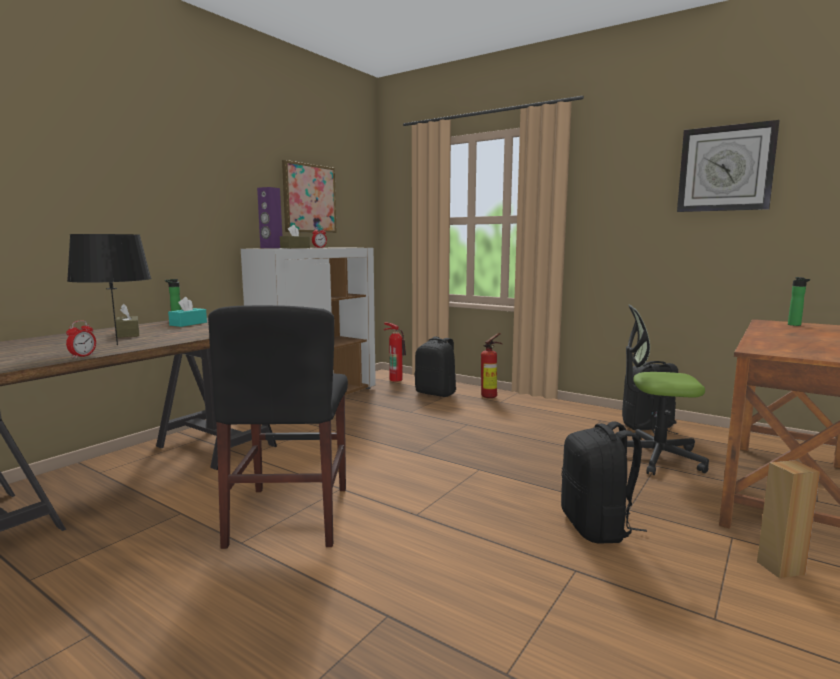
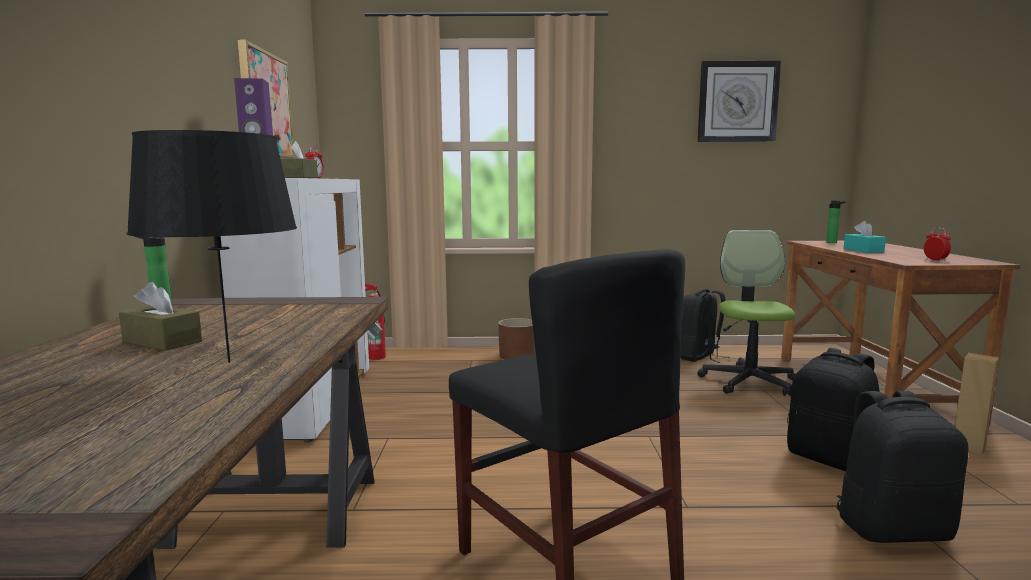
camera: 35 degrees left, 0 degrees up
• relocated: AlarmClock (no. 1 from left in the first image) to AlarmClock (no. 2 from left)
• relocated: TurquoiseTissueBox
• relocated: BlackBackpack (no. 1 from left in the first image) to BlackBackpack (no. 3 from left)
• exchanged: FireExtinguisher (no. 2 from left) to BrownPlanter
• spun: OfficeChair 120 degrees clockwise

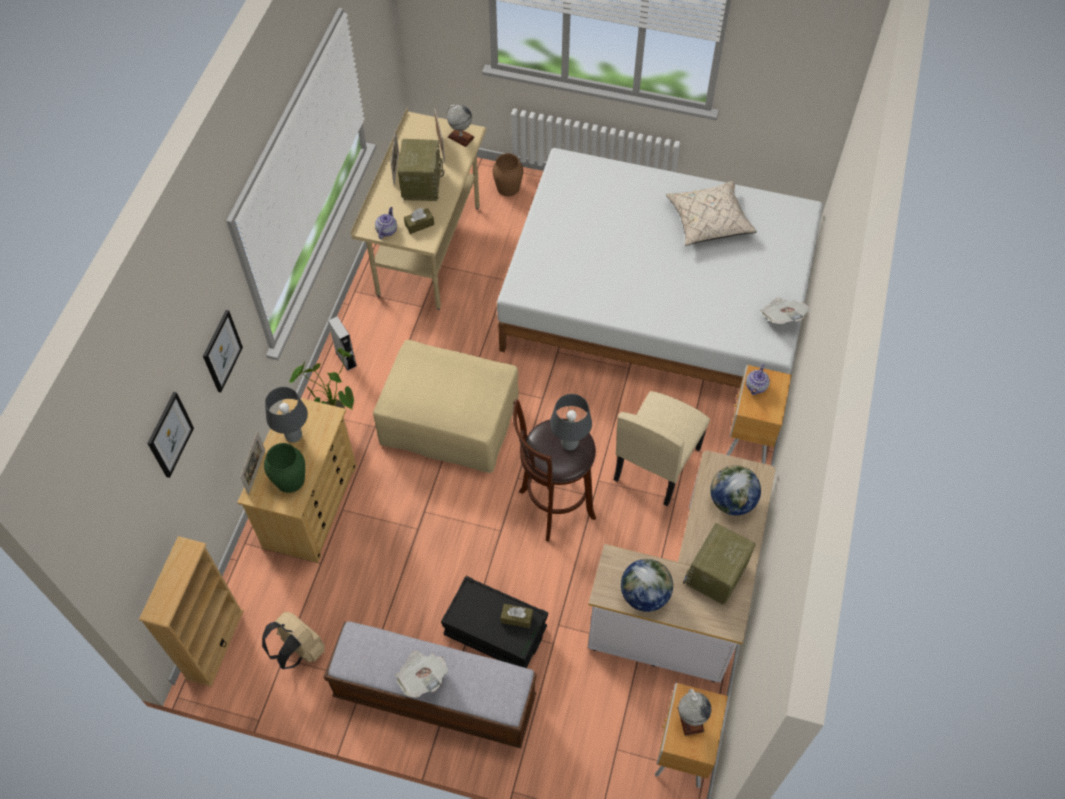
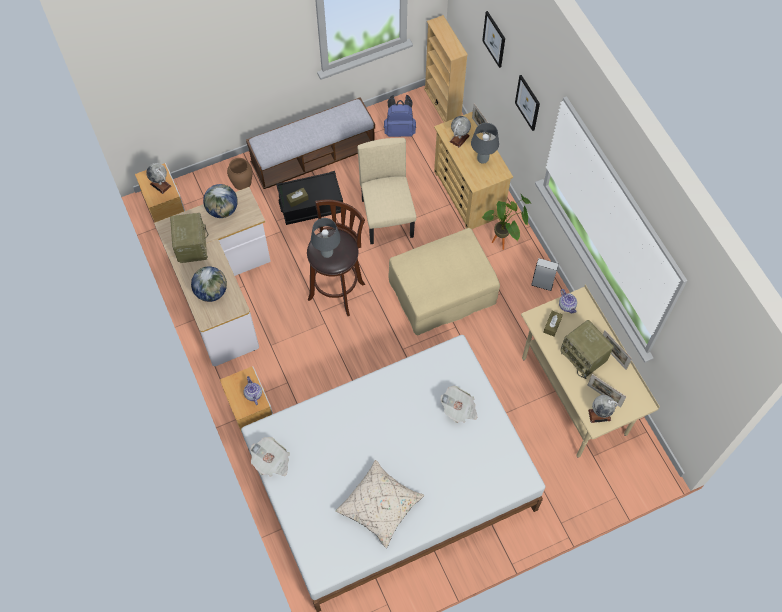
camera: 140 degrees right, 5 degrees up
• relocated: Newspaper (no. 1 from left in the first image) to Newspaper (no. 2 from left)
• relocated: BrownVase
• relocated: BeigeChair
• exchanged: GreenVase to Globe (no. 4 from left)
• colour: BeigeBackpack to BlueBackpack

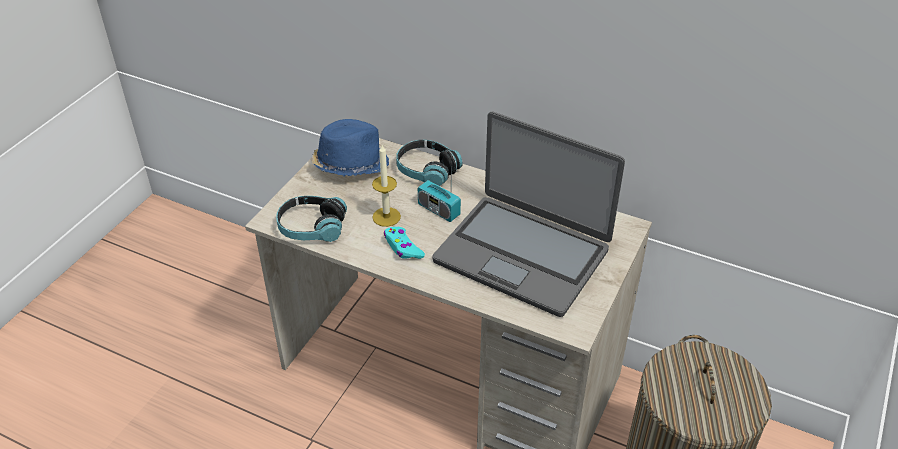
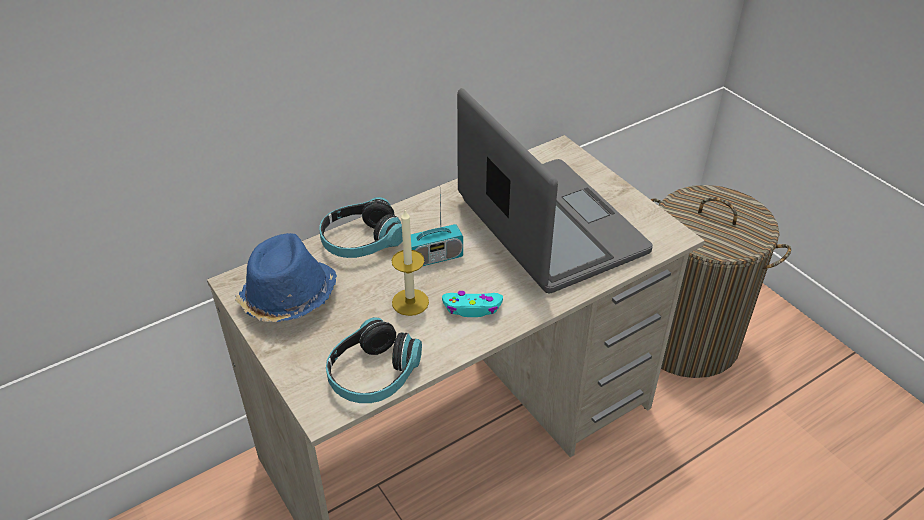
camera: 60 degrees left, 0 degrees up
• spun: Laptop 90 degrees counterclockwise

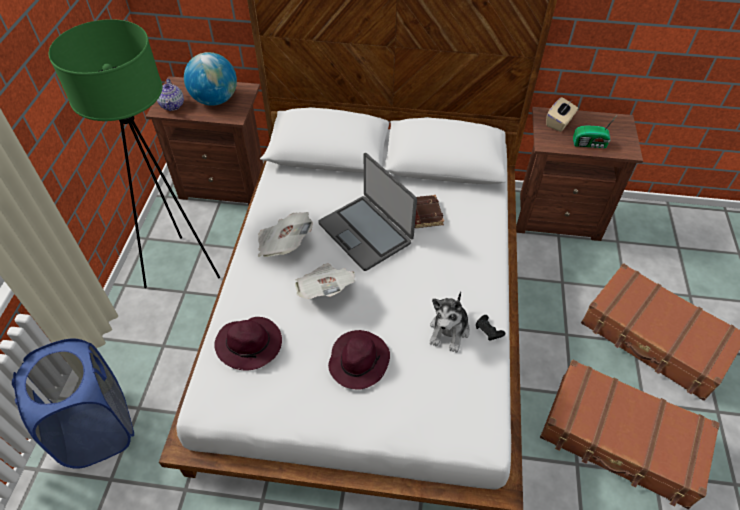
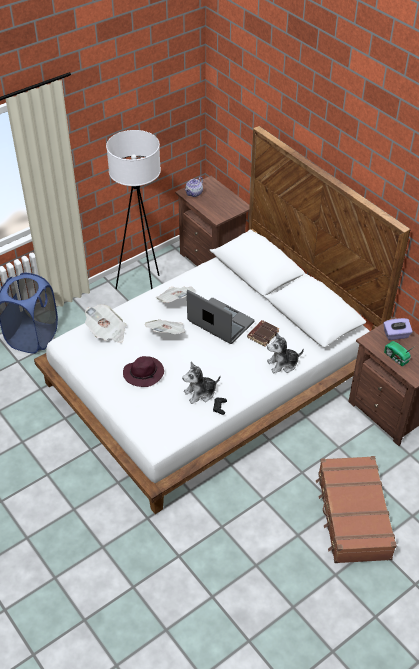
camera: 45 degrees right, 5 degrees down
• missing: Globe
• missing: BrownSuitcase (no. 1 from left)
• appeared: PlushToy (no. 2 from left)
• exchanged: PurpleHat (no. 1 from left) to Newspaper (no. 1 from left)
• colour: GreenFloorLamp to WhiteFloorLamp
• colour: BeigeTissueBox to PurpleTissueBox
• spun: Laptop 120 degrees clockwise

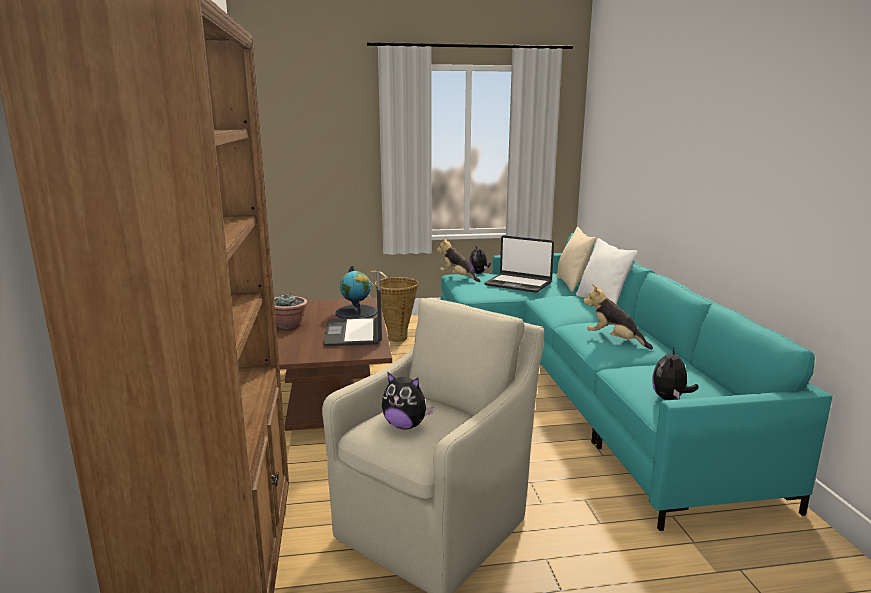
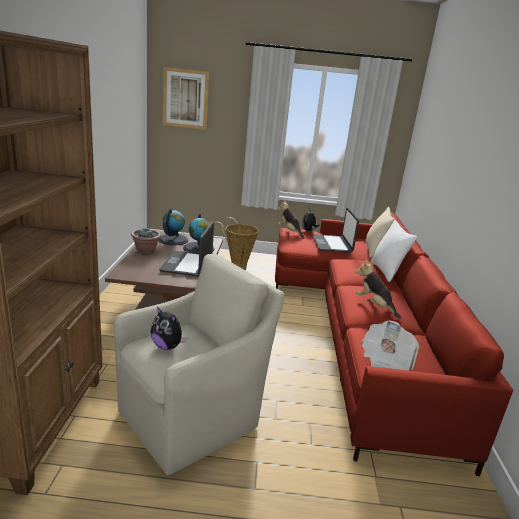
camera: 10 degrees right, 5 degrees up
• appeared: Globe (no. 1 from left)
• appeared: Picture
• exchanged: PlushToy (no. 5 from left) to Newspaper
• colour: TurquoiseSofa to RedSofa
• spun: Laptop (no. 2 from left) 45 degrees clockwise

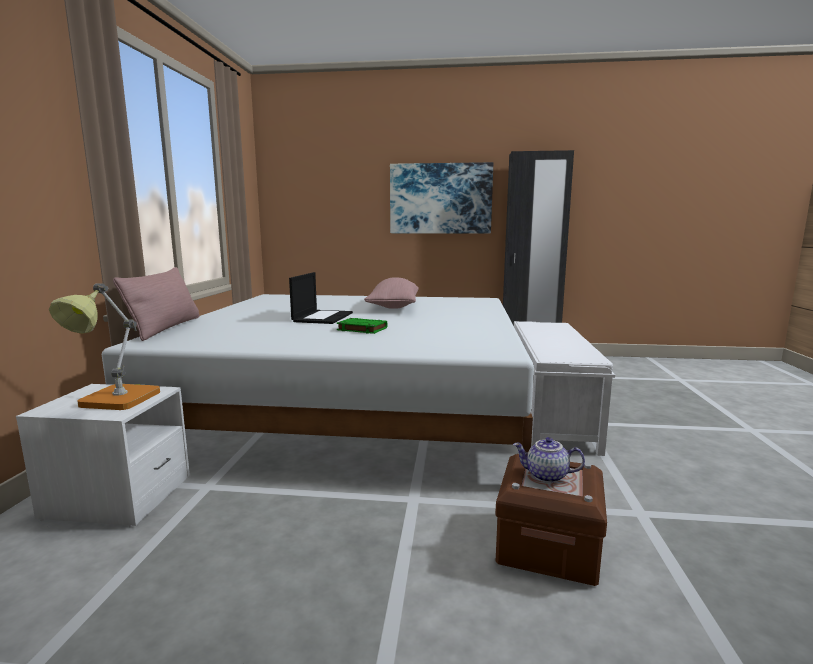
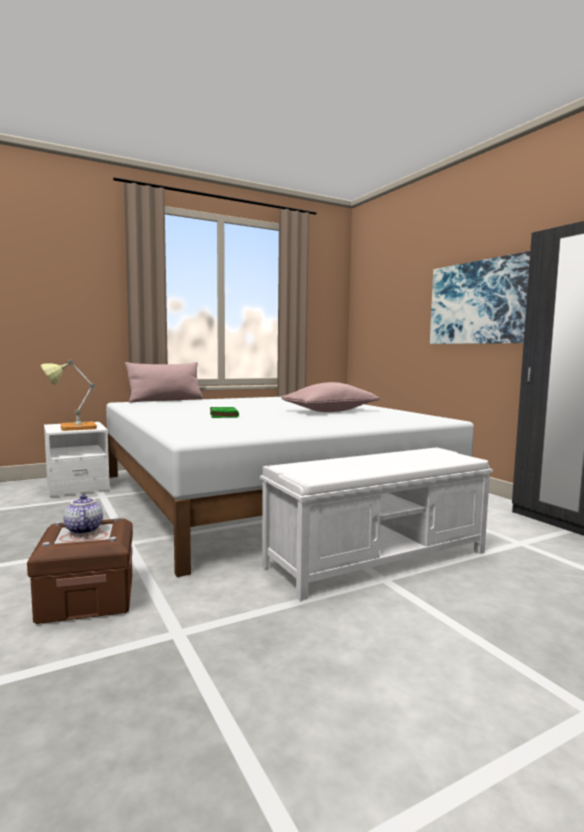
camera: 55 degrees right, 5 degrees down
• missing: Laptop

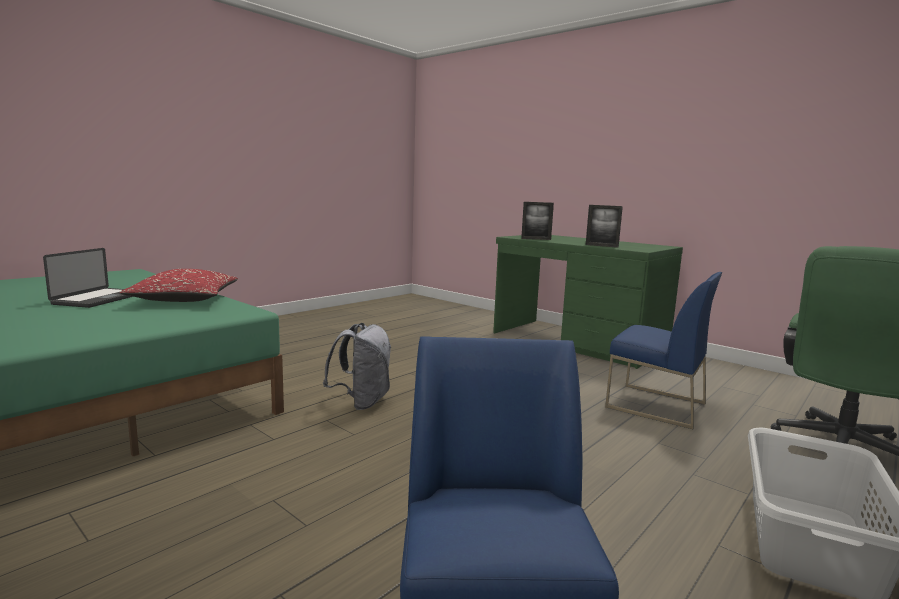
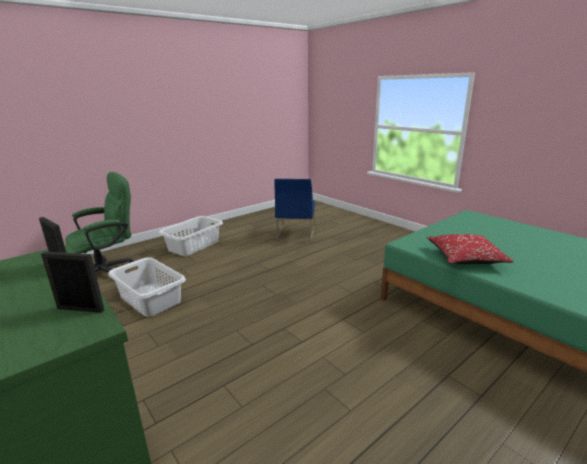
camera: 170 degrees left, 10 degrees up
• missing: Laptop
• missing: GreyBackpack
• exchanged: BlueChair (no. 2 from left) to GreyLaundryBasket (no. 1 from left)

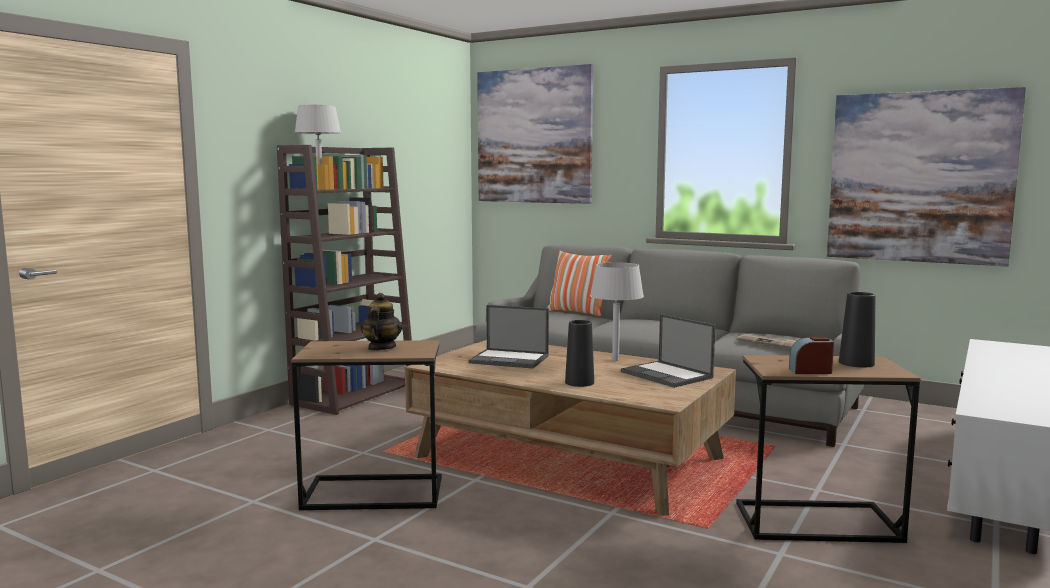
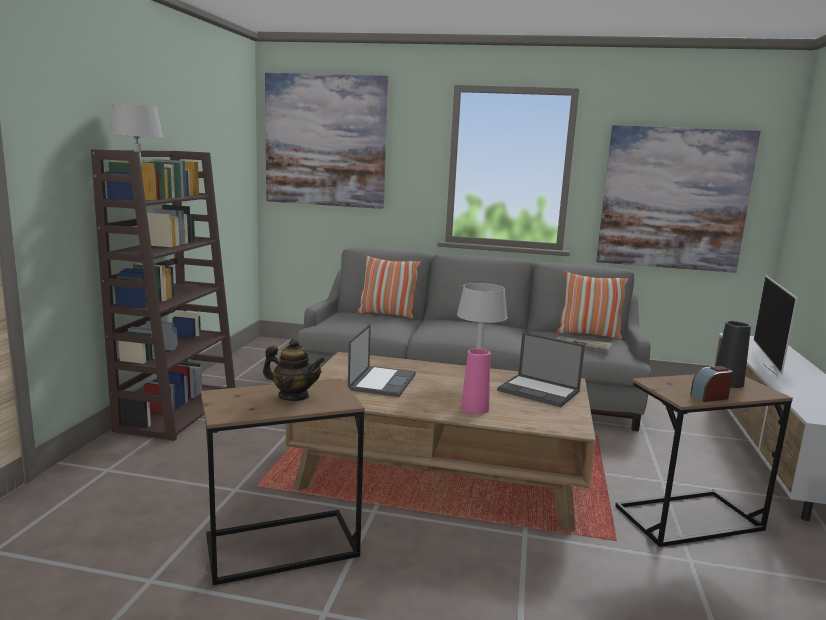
camera: 20 degrees left, 5 degrees up
• appeared: Pillow (no. 2 from left)
• appeared: Television
• colour: BlackVase (no. 1 from left) to PinkVase
• spun: Teapot 120 degrees clockwise
• spun: Laptop (no. 1 from left) 75 degrees counterclockwise

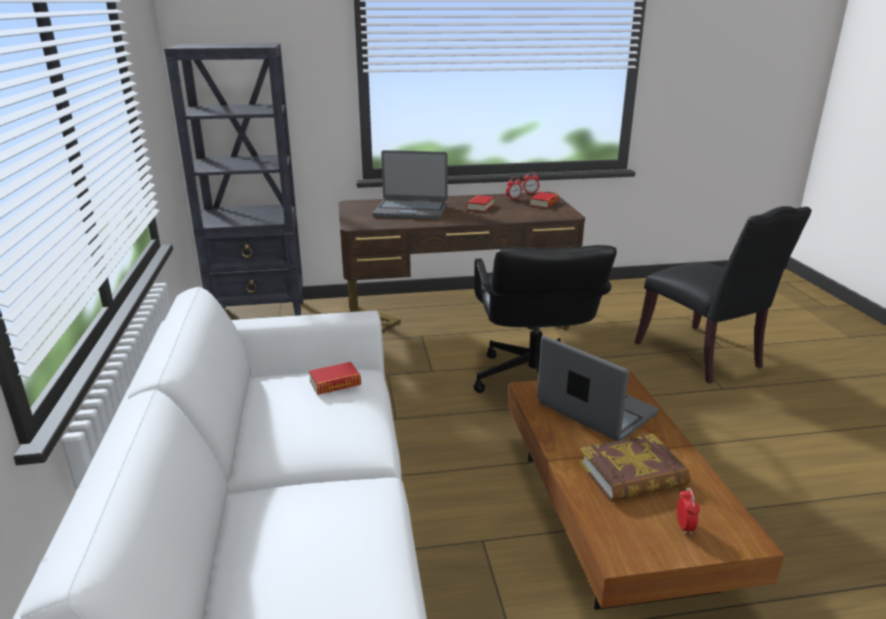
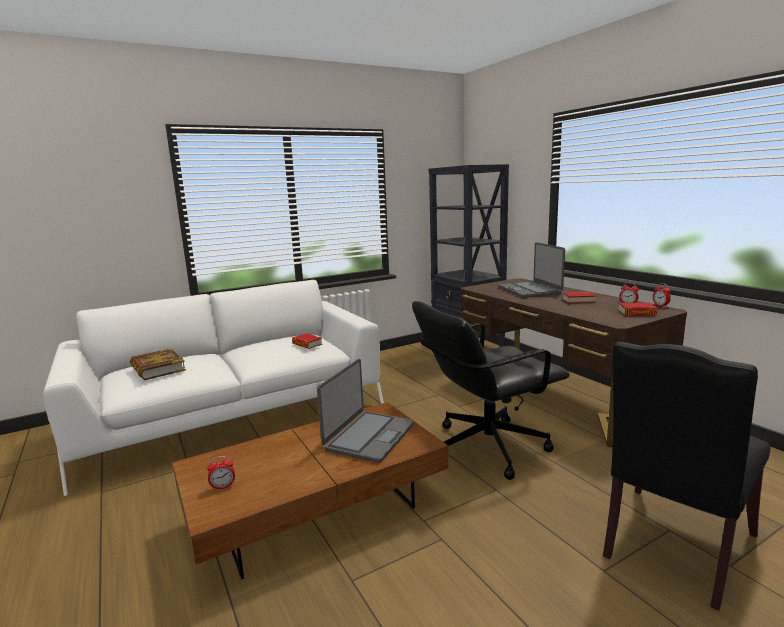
camera: 70 degrees right, 10 degrees down
• relocated: Book (no. 4 from left in the first image) to Book (no. 1 from left)

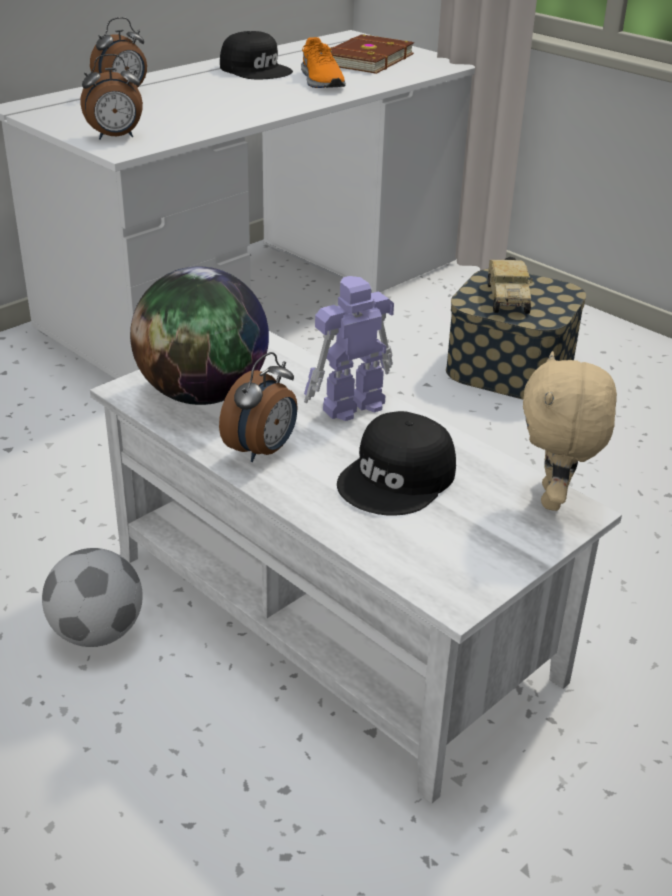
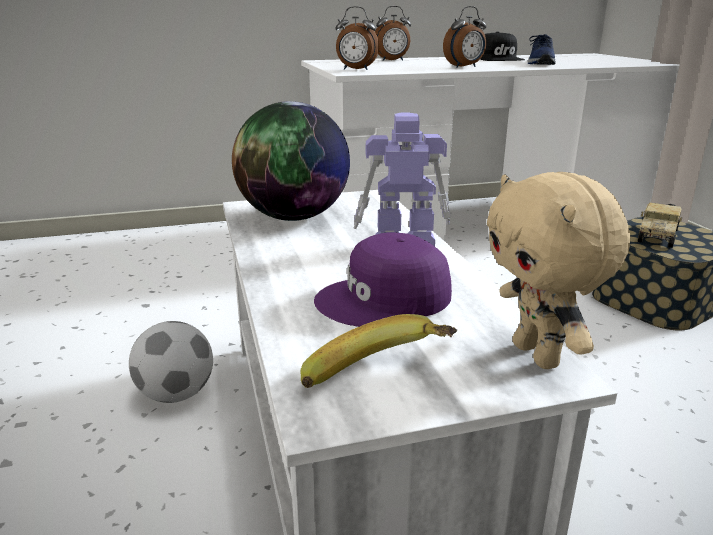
camera: 30 degrees right, 10 degrees down
• missing: BrownBook
• appeared: Banana
• relocated: AlarmClock (no. 3 from left)
• colour: OrangeShoe to BlueShoe
• colour: BlackCap (no. 2 from left) to PurpleCap
• spun: BeigePlushToy 60 degrees counterclockwise

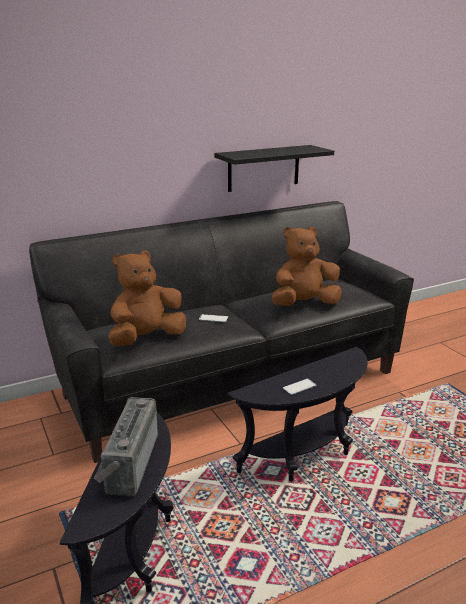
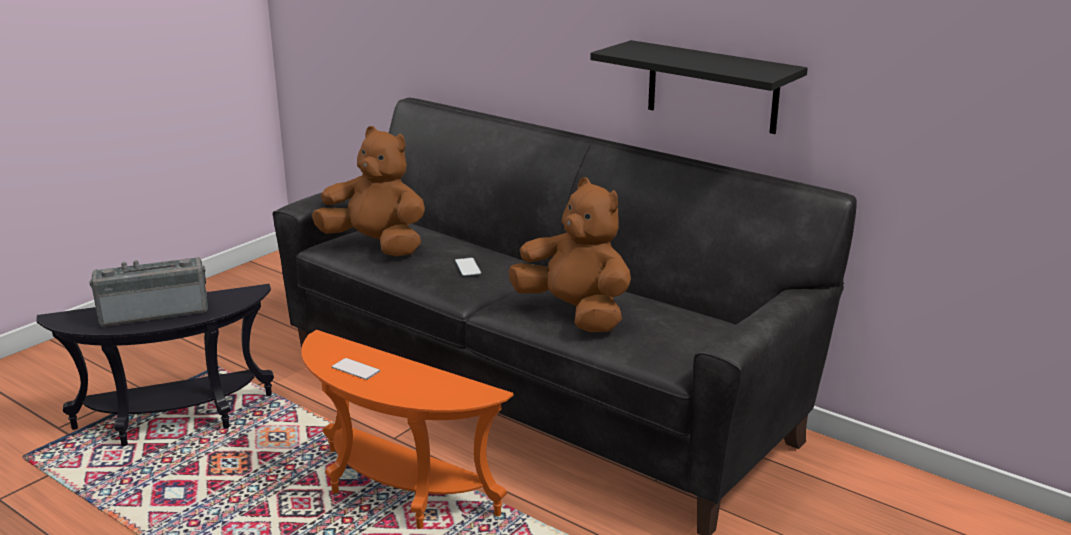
camera: 65 degrees right, 0 degrees up
• colour: BlackSideTable (no. 2 from left) to OrangeSideTable

